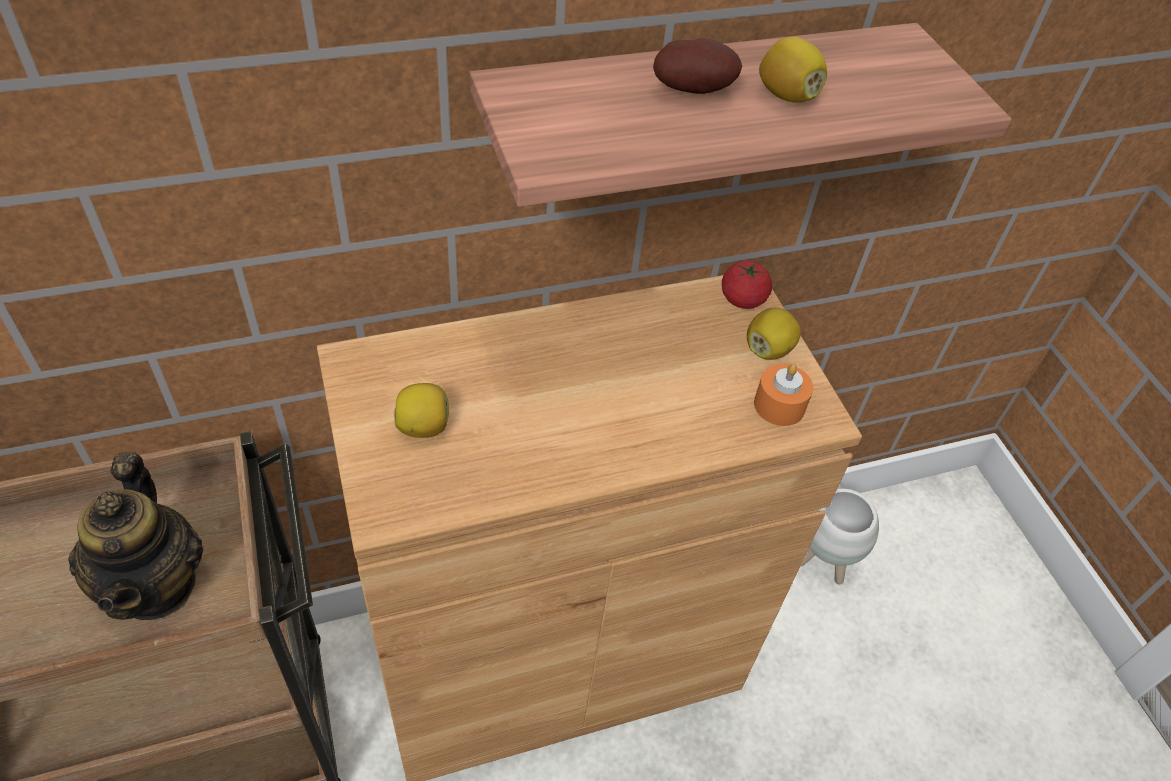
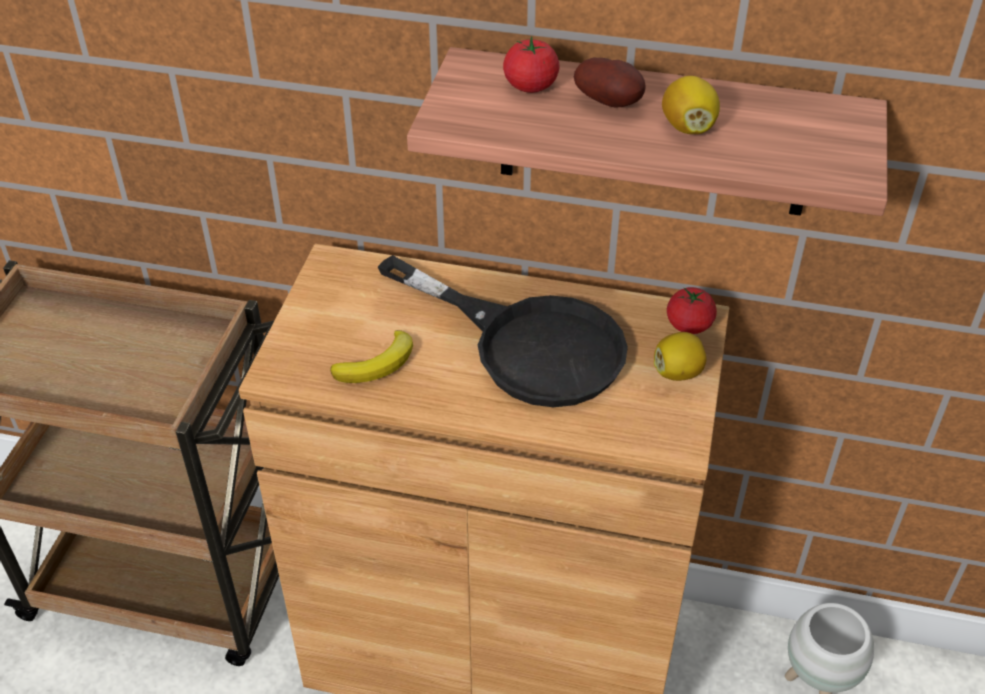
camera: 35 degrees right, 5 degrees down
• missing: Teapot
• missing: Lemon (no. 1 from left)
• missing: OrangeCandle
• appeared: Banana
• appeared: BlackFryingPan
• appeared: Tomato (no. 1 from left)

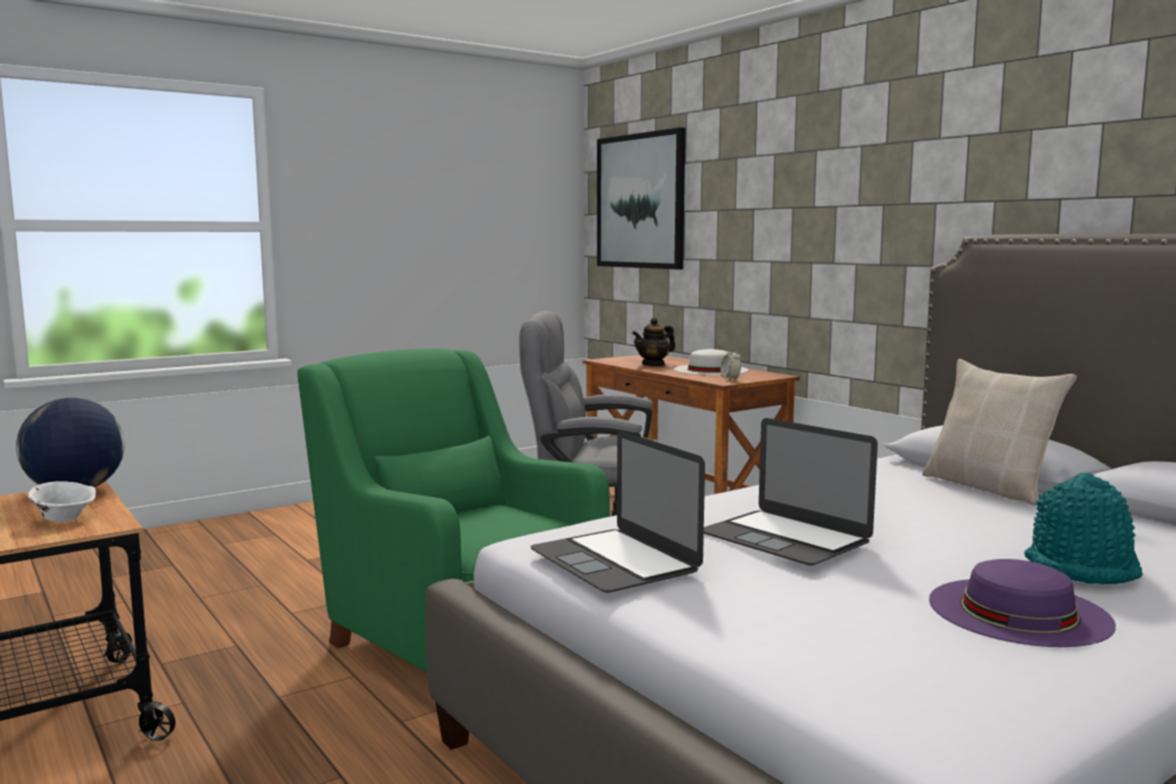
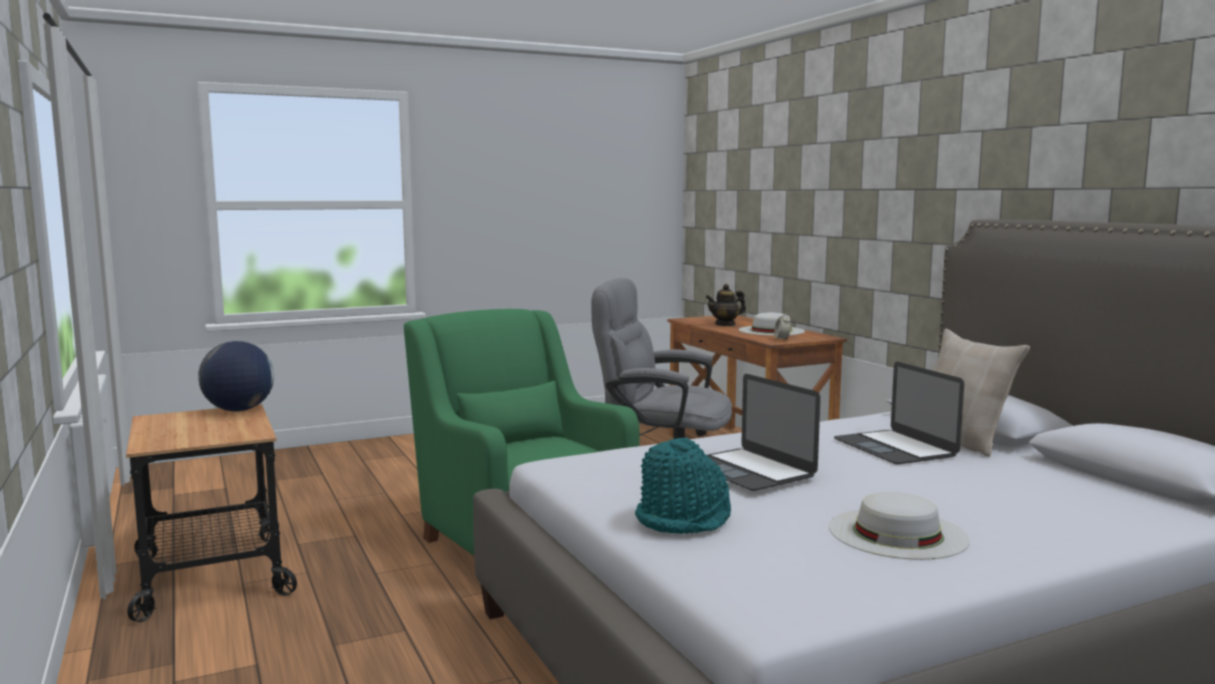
camera: 10 degrees right, 0 degrees up
• missing: WhiteBowl
• missing: Picture
• relocated: Laptop (no. 1 from left in the first image) to Laptop (no. 2 from left)
• relocated: TurquoiseHat
• colour: PurpleHat to WhiteHat (no. 2 from left)

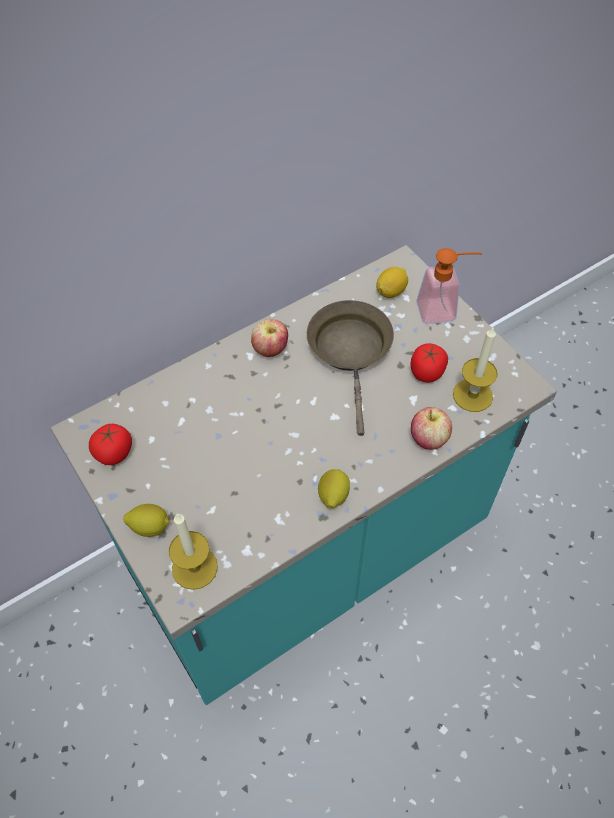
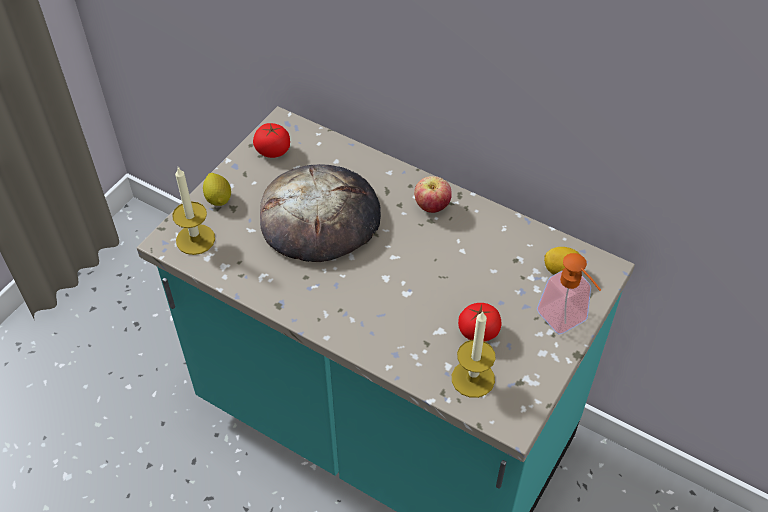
camera: 65 degrees right, 5 degrees down
• missing: BrownFryingPan
• missing: Lemon (no. 2 from left)
• missing: Apple (no. 2 from left)
• appeared: Bread

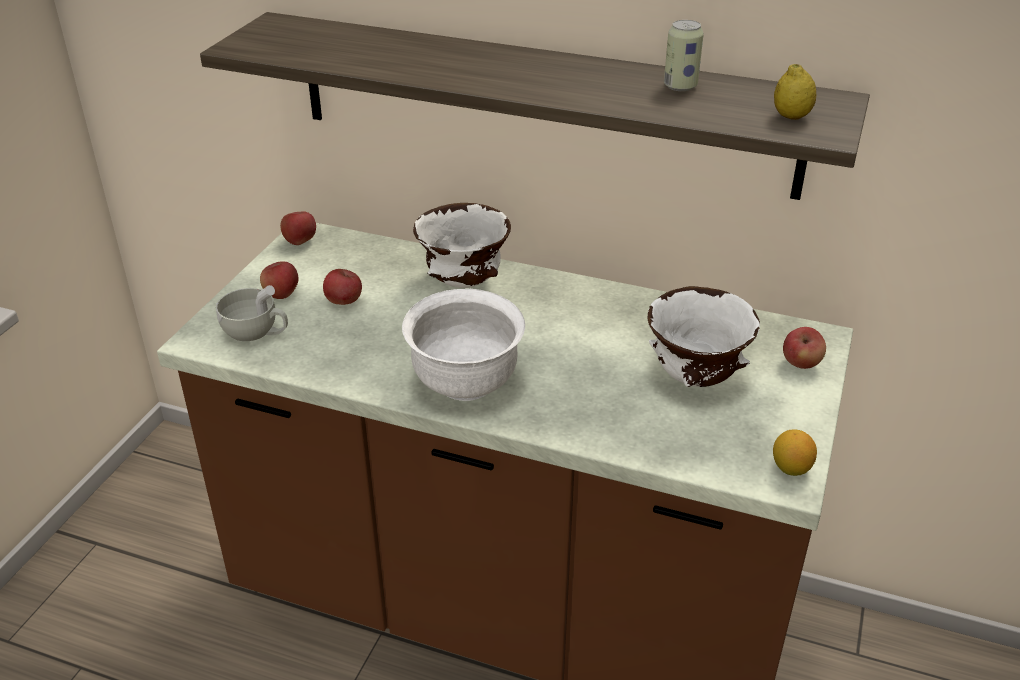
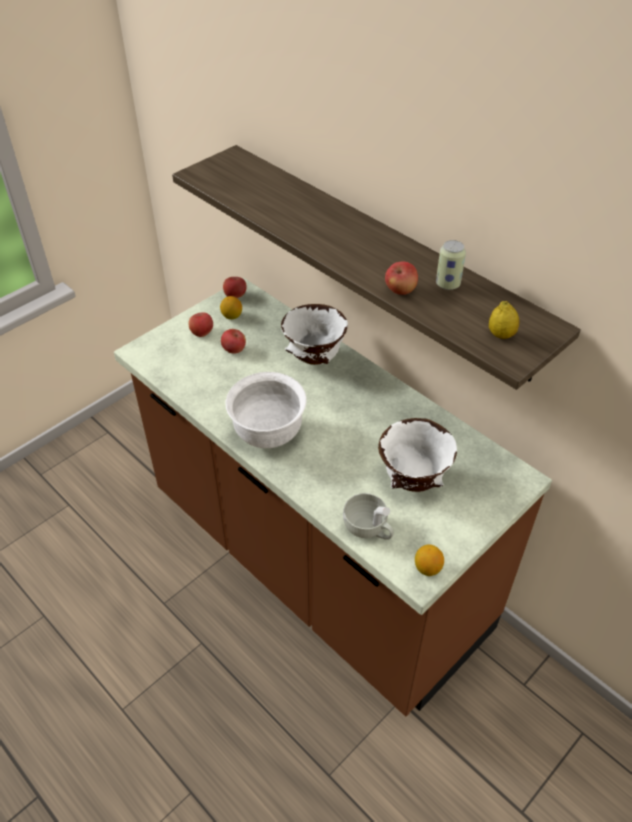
camera: 25 degrees right, 10 degrees up
• appeared: Lemon (no. 1 from left)
• relocated: WhiteCup
• relocated: Apple (no. 4 from left)

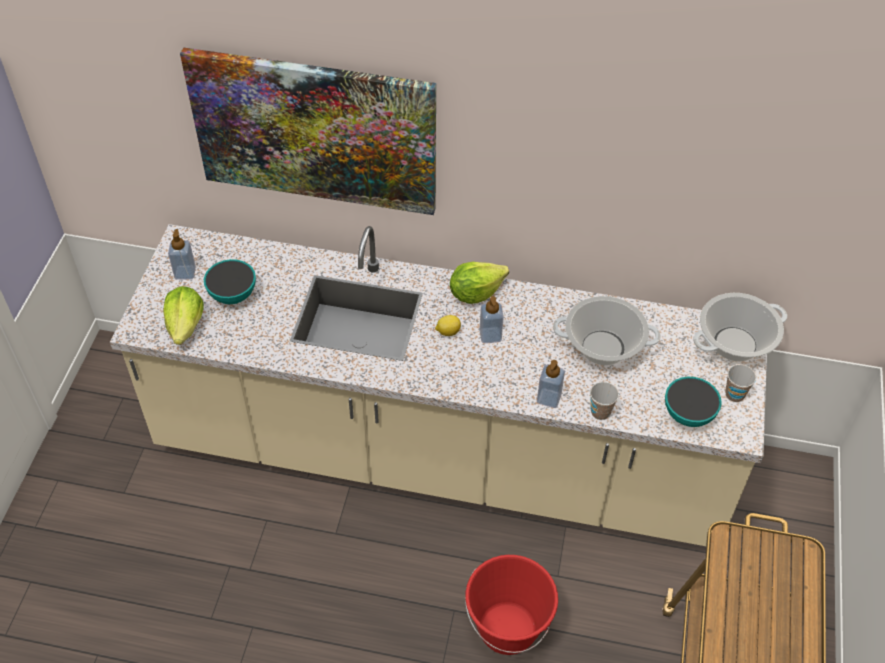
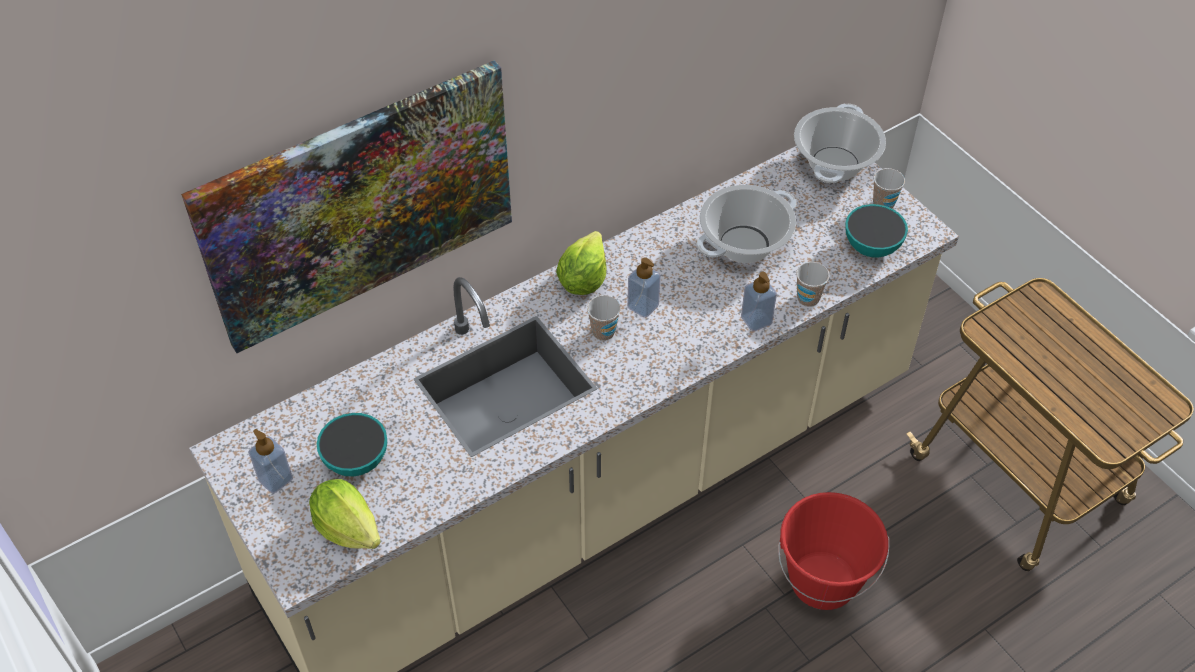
camera: 45 degrees left, 0 degrees up
• exchanged: Lemon to Cup (no. 1 from left)

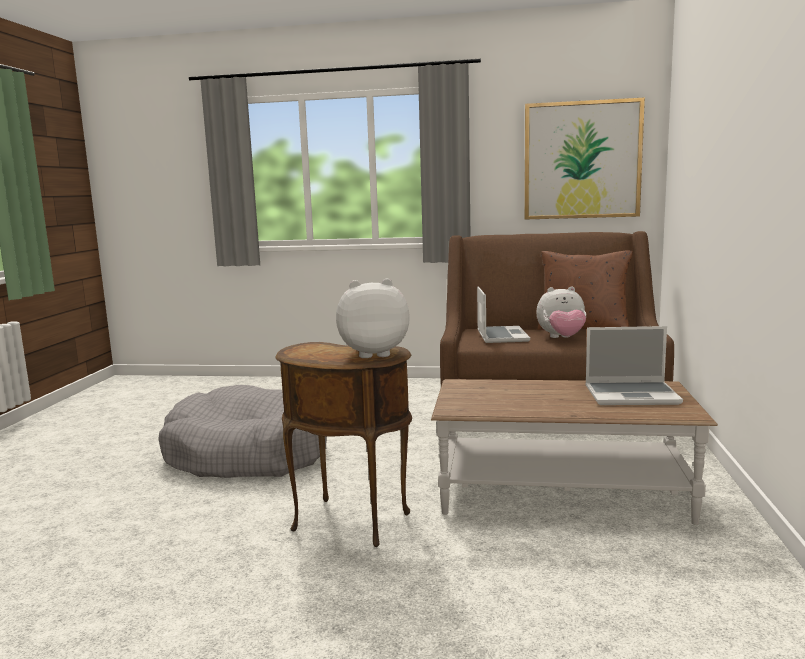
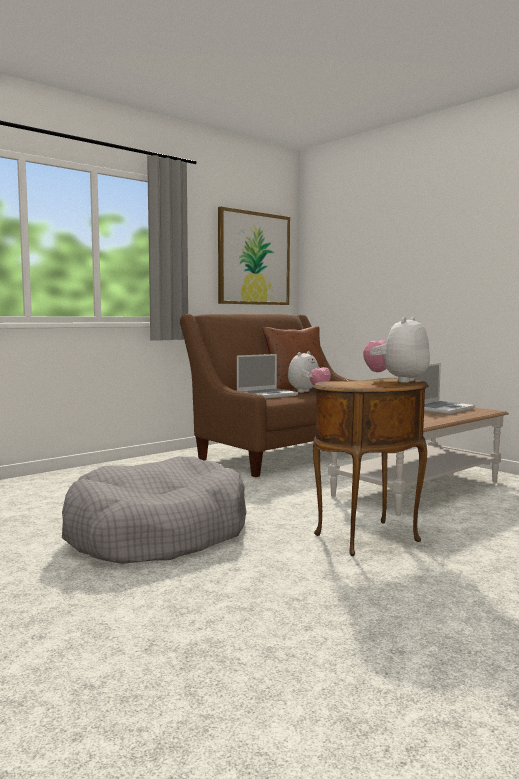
camera: 50 degrees left, 5 degrees down
• spun: Laptop (no. 1 from left) 105 degrees clockwise

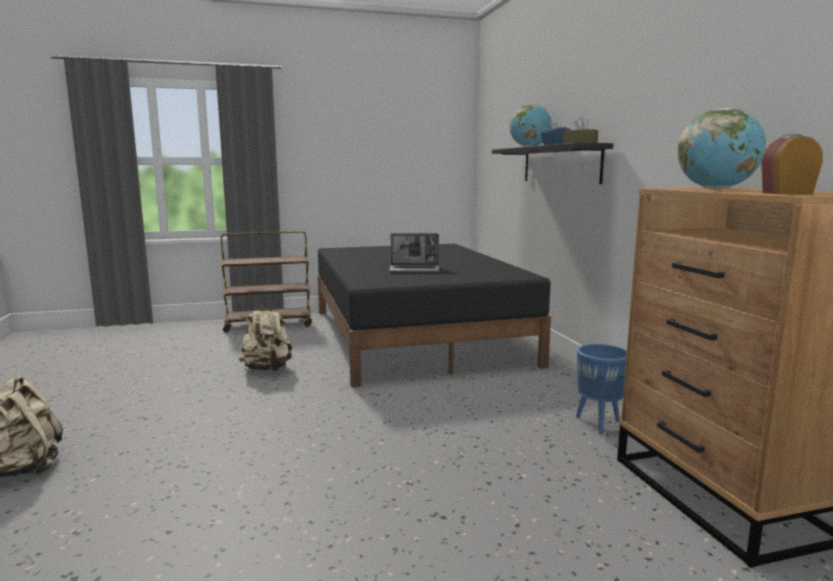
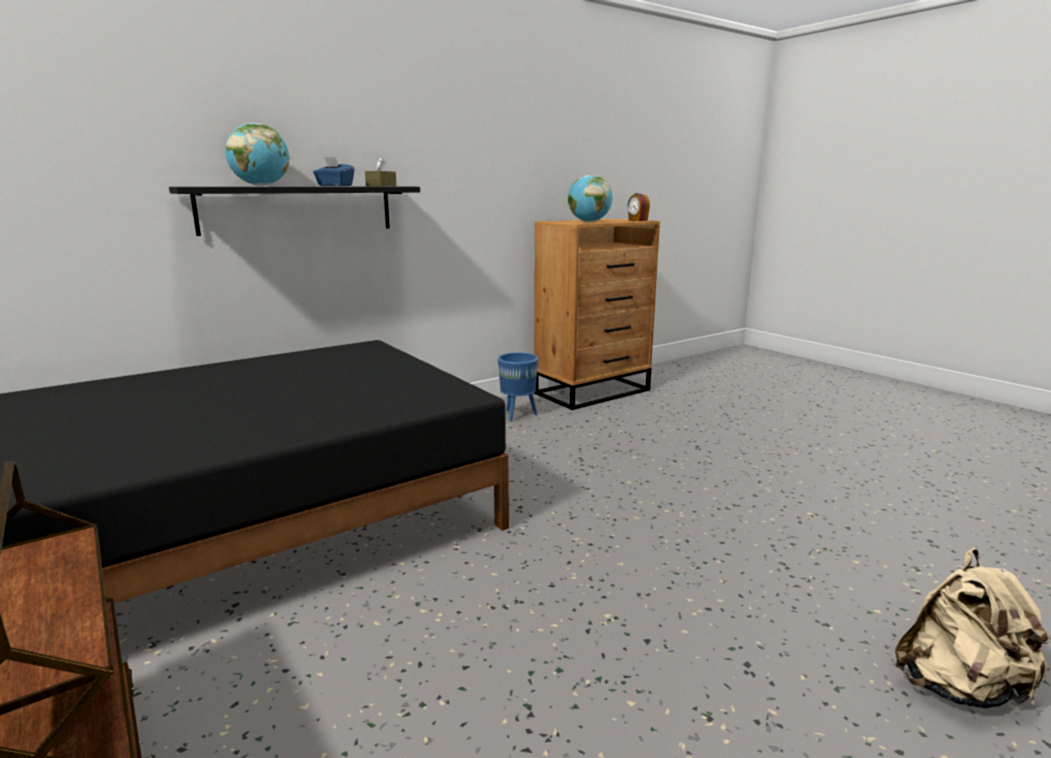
camera: 110 degrees left, 5 degrees up
• missing: BeigeBackpack (no. 2 from left)
• missing: Laptop

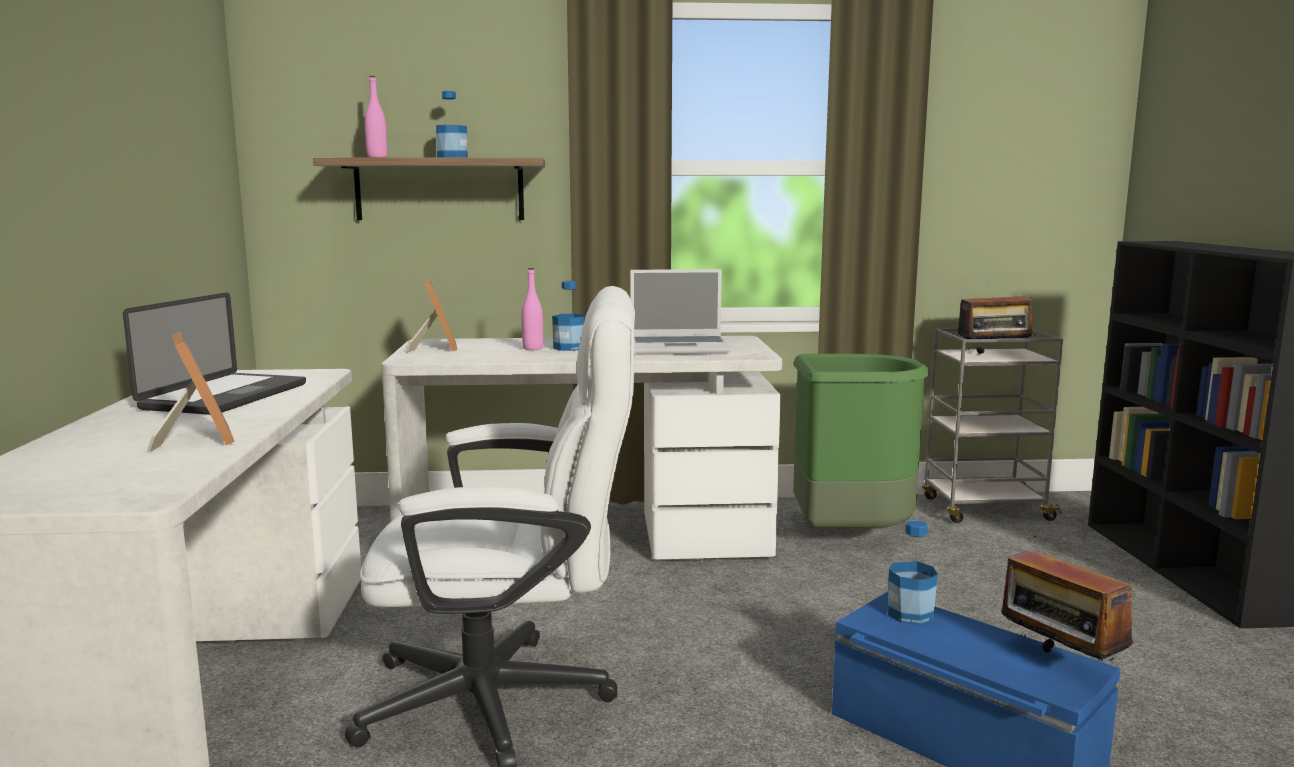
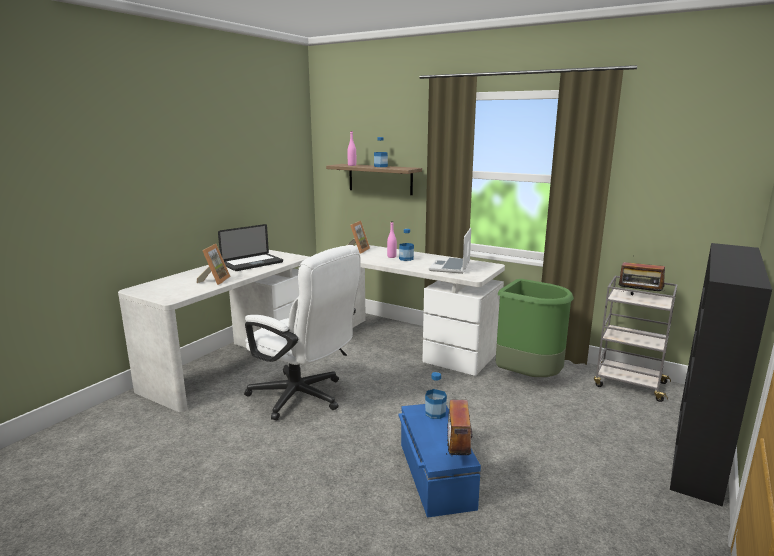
camera: 35 degrees right, 5 degrees up
• spun: Laptop (no. 2 from left) 75 degrees clockwise

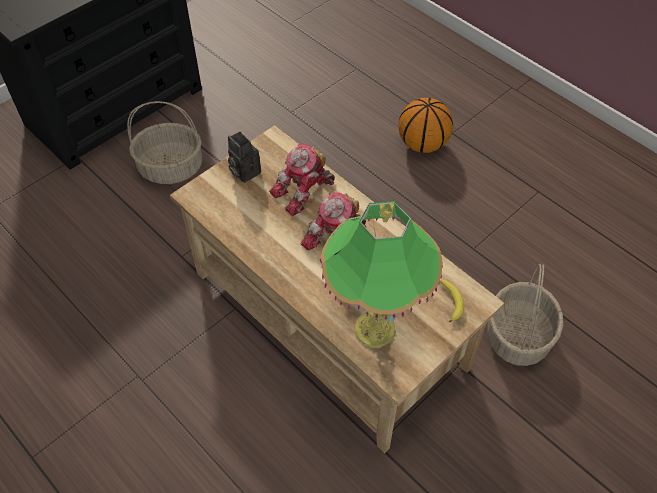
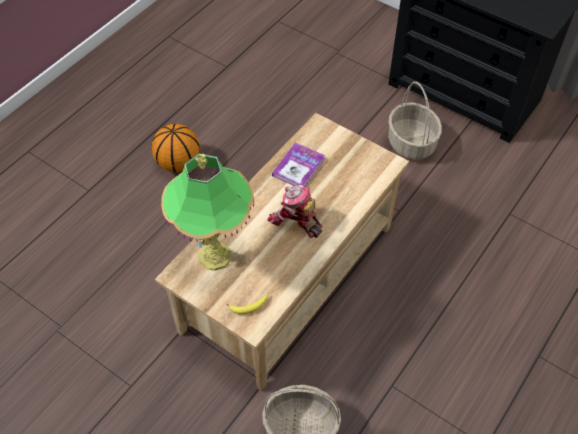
camera: 80 degrees right, 0 degrees up
• missing: PhotoCamera
• missing: ToyRobot (no. 1 from left)
• appeared: Book
• relocated: Basketball

